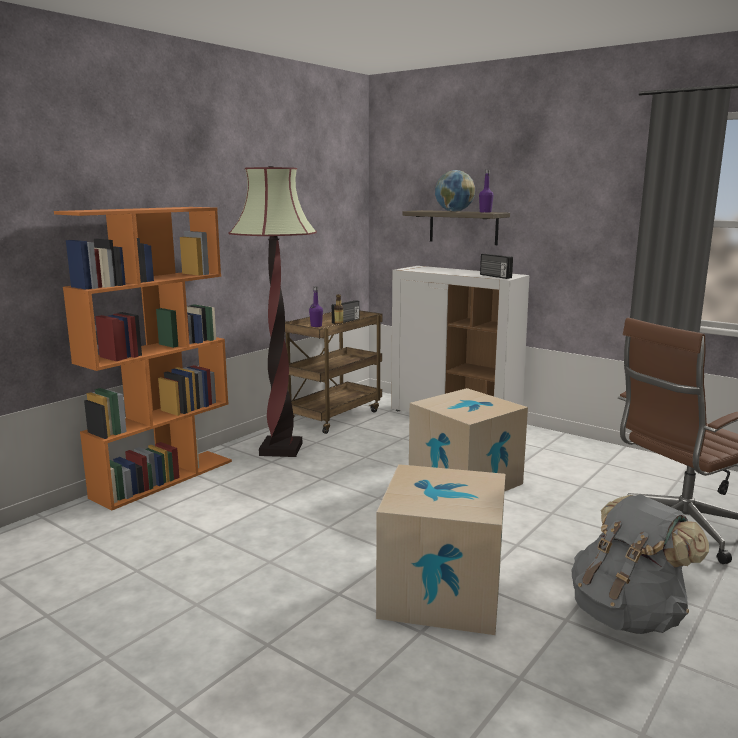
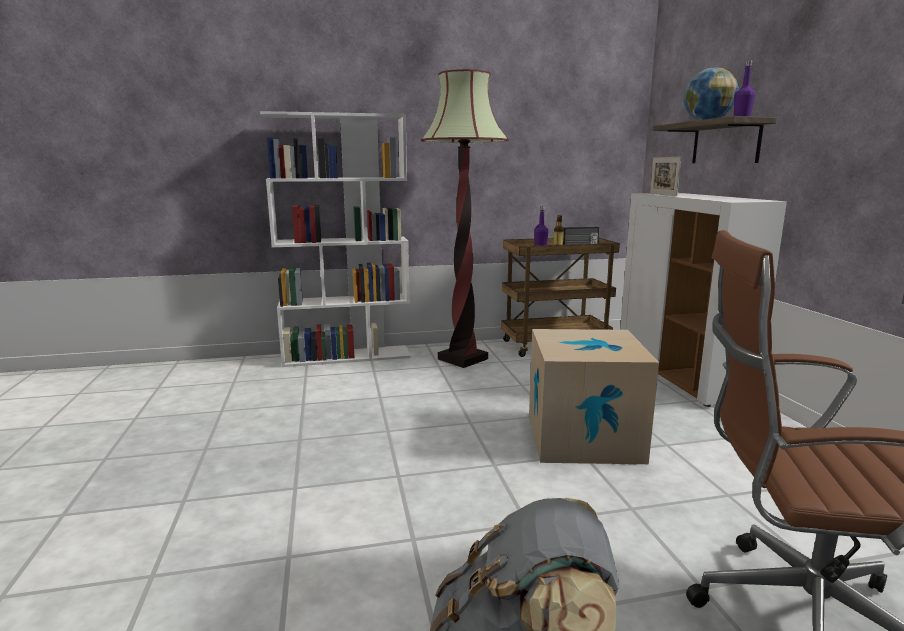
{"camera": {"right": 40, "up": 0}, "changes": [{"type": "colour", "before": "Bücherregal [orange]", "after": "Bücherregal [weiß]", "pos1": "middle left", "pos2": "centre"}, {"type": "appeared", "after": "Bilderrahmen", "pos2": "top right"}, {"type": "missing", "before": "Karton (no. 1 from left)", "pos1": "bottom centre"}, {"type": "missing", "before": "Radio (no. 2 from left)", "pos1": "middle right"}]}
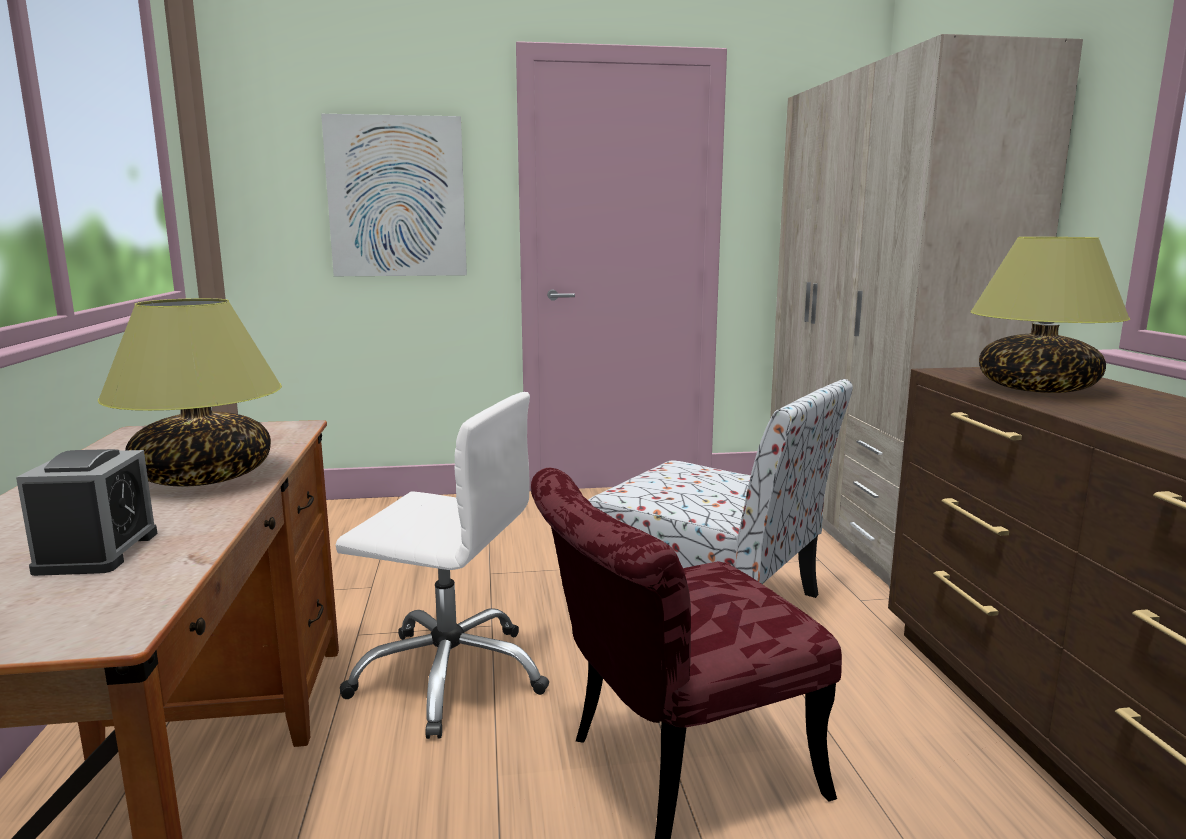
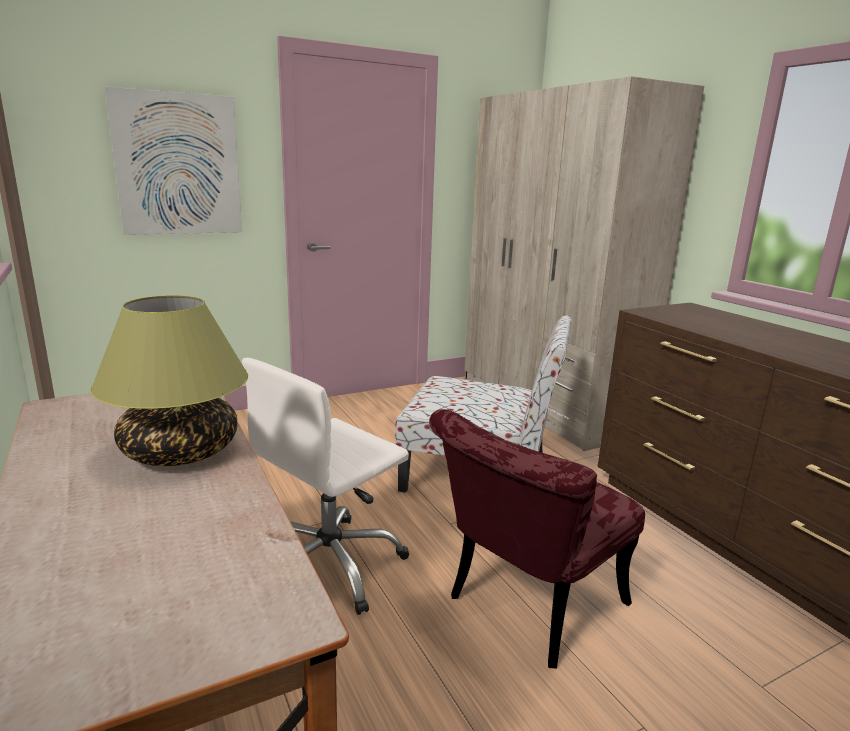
{"camera": {"right": -20, "up": 5}, "changes": [{"type": "spun", "before": "Bürostuhl [weiß]", "pos1": "bottom centre", "pos2": "centre", "turn": 135}, {"type": "missing", "before": "Wecker", "pos1": "middle left"}, {"type": "missing", "before": "Tischlampe (no. 2 from left)", "pos1": "middle right"}]}
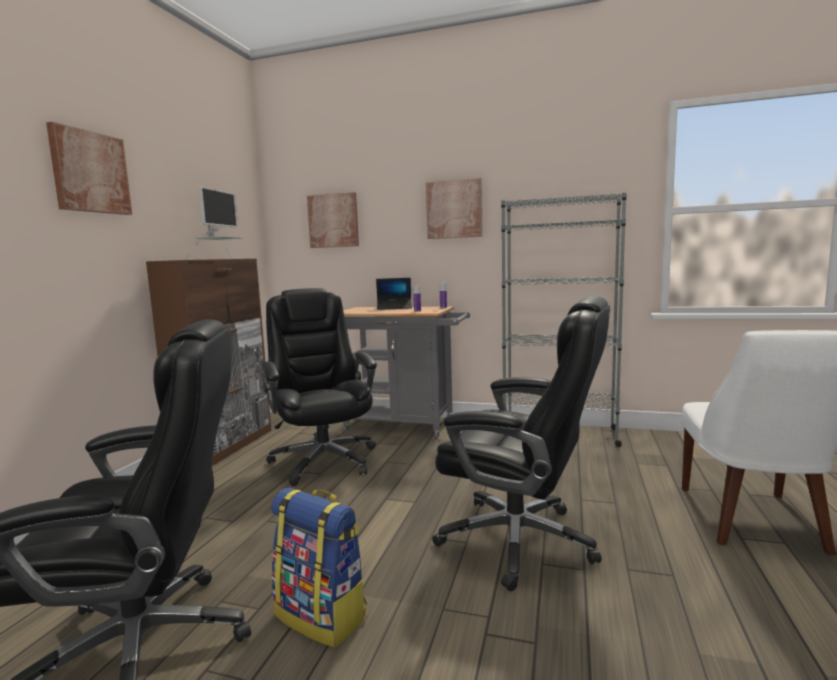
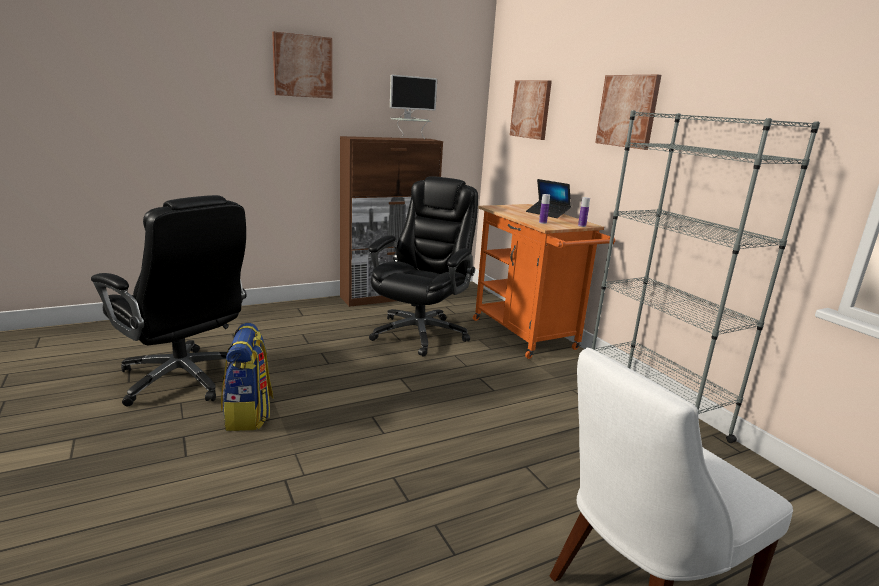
{"camera": {"right": 45, "up": 10}, "changes": [{"type": "colour", "before": "Rollwagen [grau]", "after": "Rollwagen [orange]", "pos1": "centre", "pos2": "centre"}, {"type": "missing", "before": "Bürostuhl [schwarz] (no. 3 from left)", "pos1": "centre"}]}
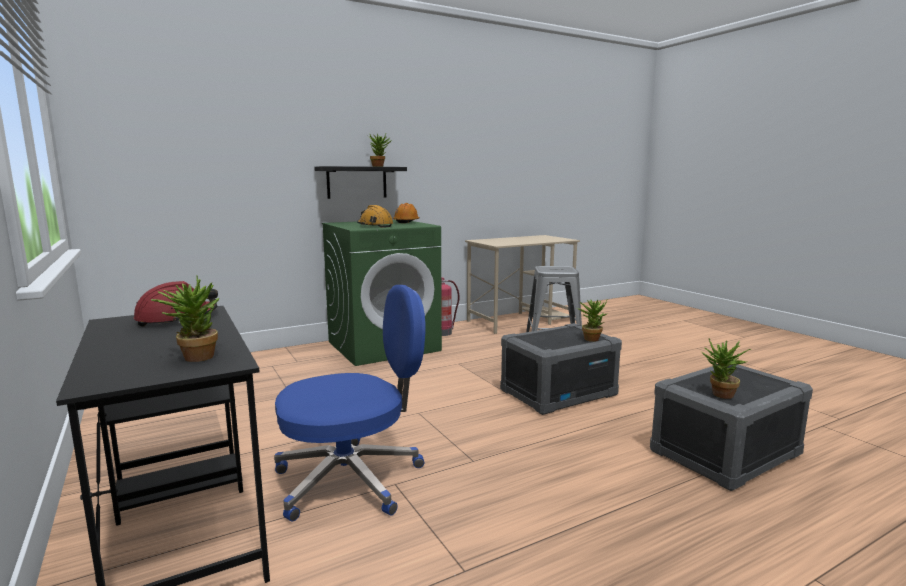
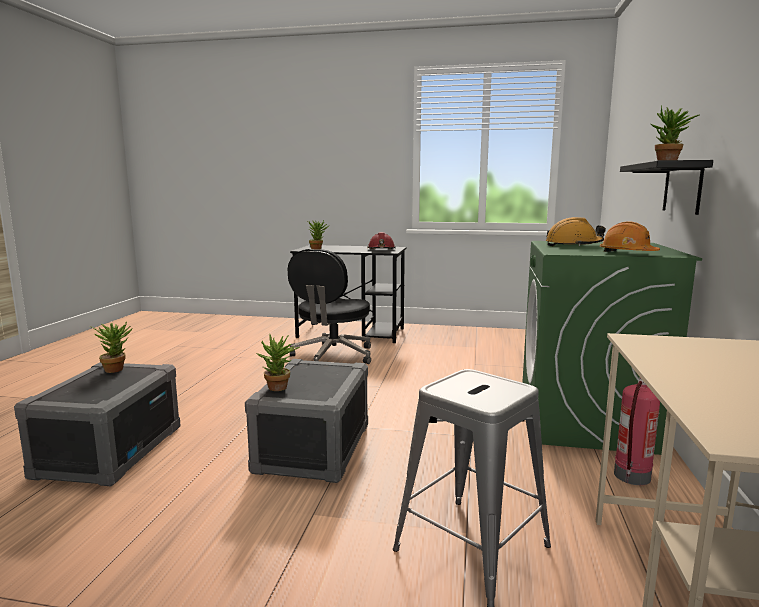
{"camera": {"right": 130, "up": 0}, "changes": [{"type": "colour", "before": "Bürostuhl [blau]", "after": "Bürostuhl [schwarz]", "pos1": "bottom centre", "pos2": "centre"}]}
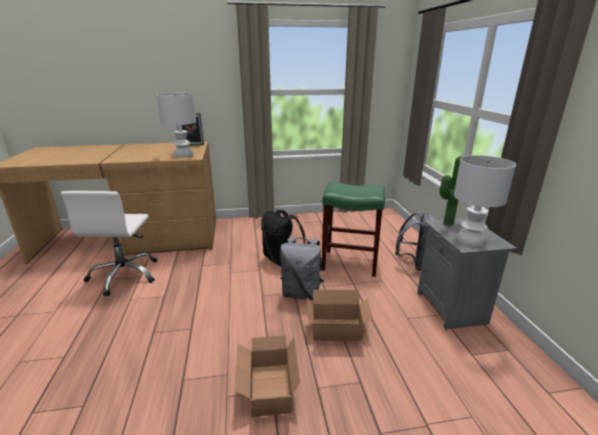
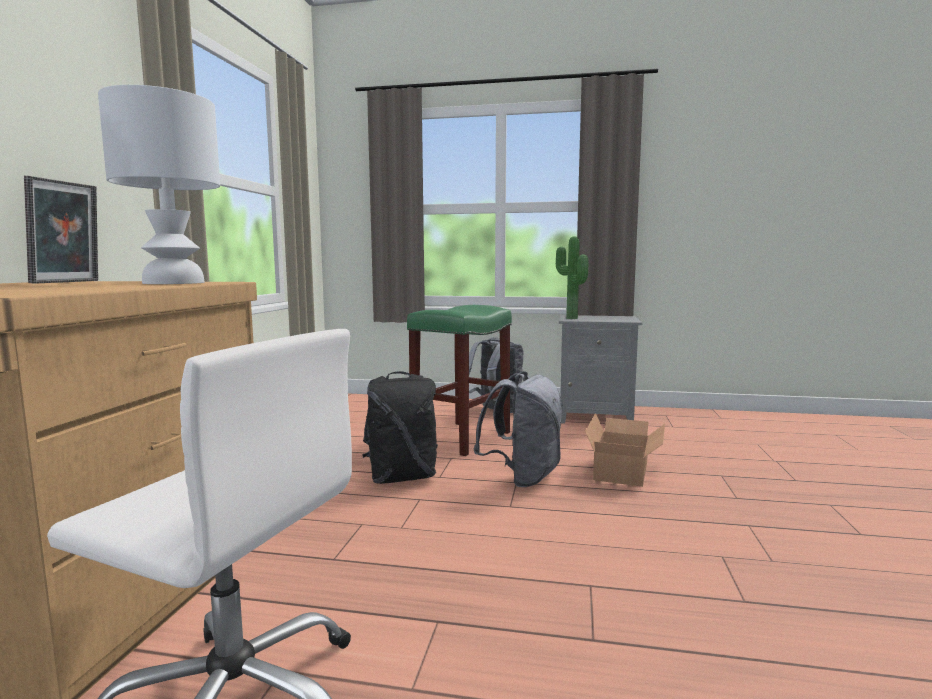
{"camera": {"right": -70, "up": -15}, "changes": [{"type": "missing", "before": "Karton (no. 1 from left)", "pos1": "bottom centre"}, {"type": "missing", "before": "Tischlampe [weiß] (no. 2 from left)", "pos1": "middle right"}]}
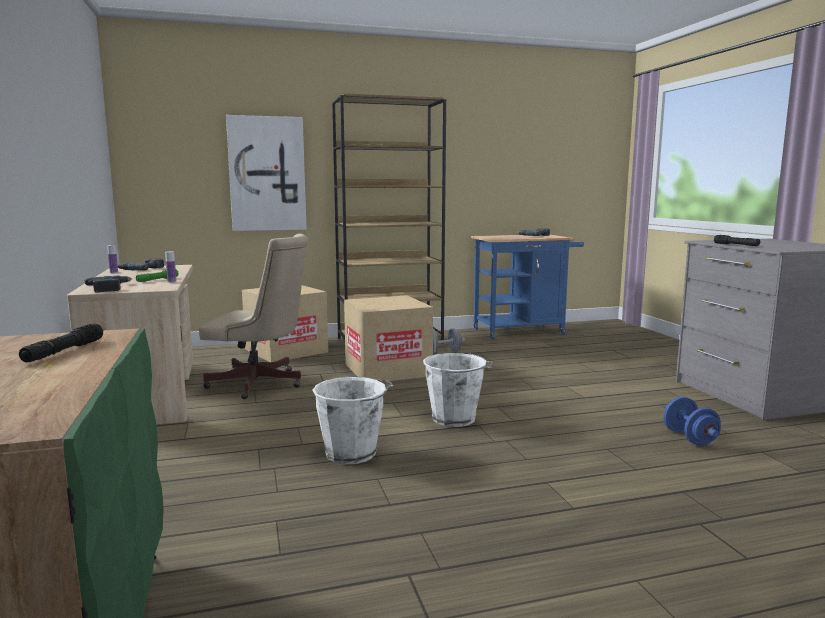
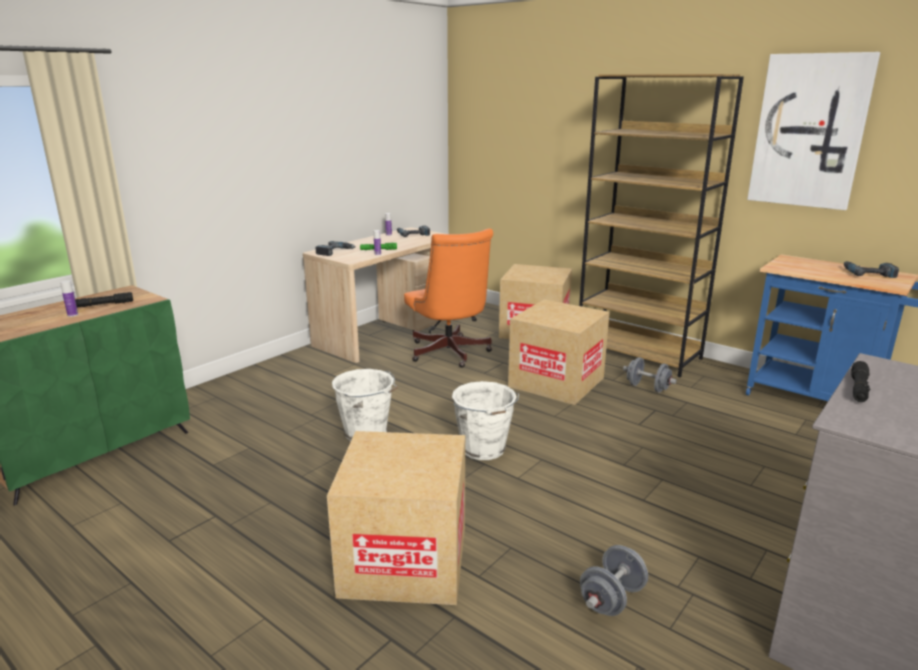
{"camera": {"right": 55, "up": 10}, "changes": [{"type": "appeared", "after": "Flasche (no. 1 from left)", "pos2": "middle left"}, {"type": "appeared", "after": "Karton (no. 1 from left)", "pos2": "bottom centre"}, {"type": "colour", "before": "Bürostuhl [beige]", "after": "Bürostuhl [orange]", "pos1": "middle left", "pos2": "centre"}, {"type": "colour", "before": "Hantel [blau]", "after": "Hantel [grau] (no. 1 from left)", "pos1": "bottom right", "pos2": "bottom right"}, {"type": "relocated", "before": "Bild", "pos1": "top left", "pos2": "top right"}]}
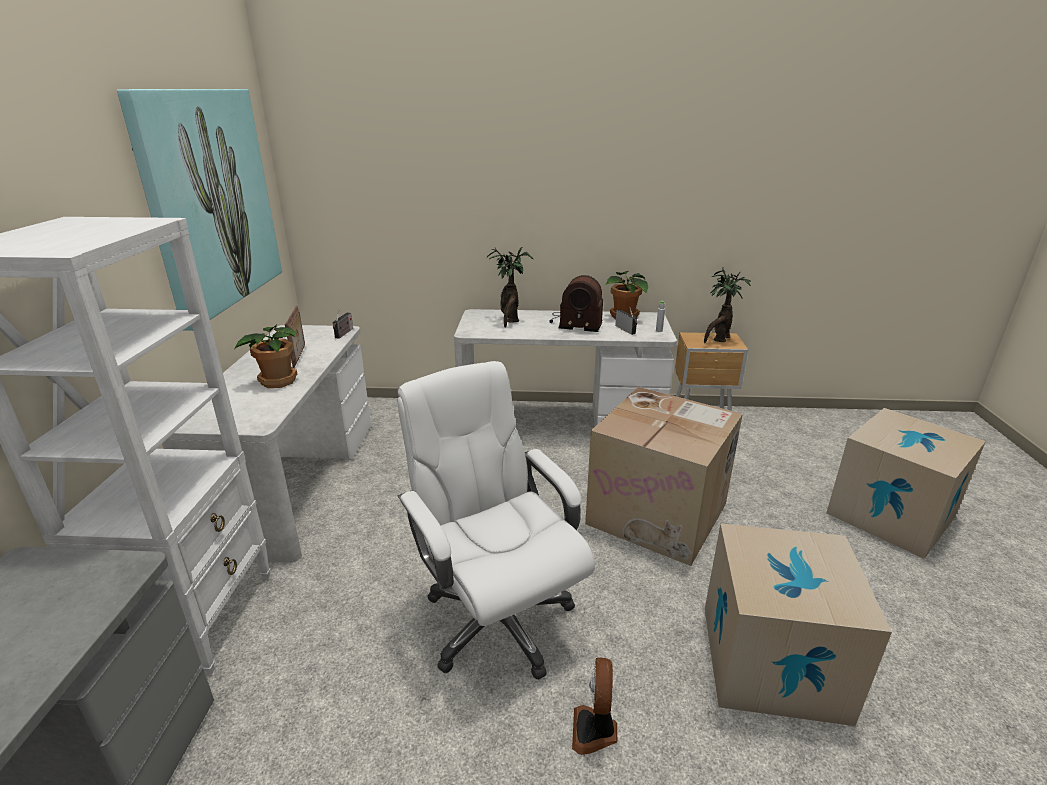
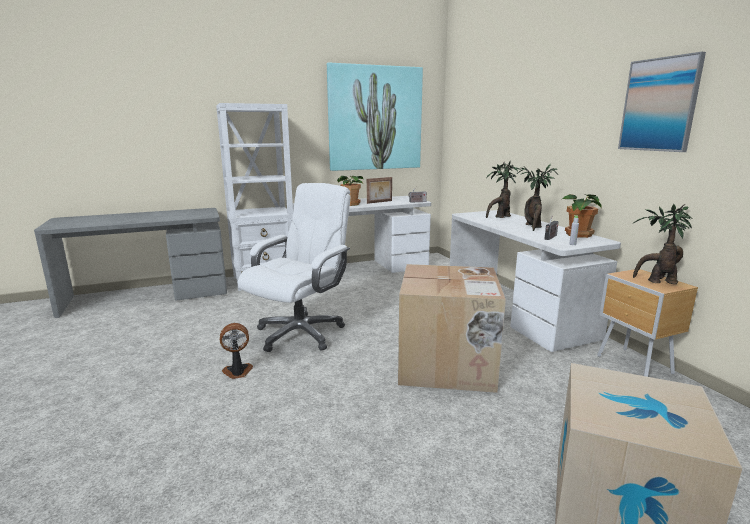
{"camera": {"right": 65, "up": -10}, "changes": [{"type": "exchanged", "before": "Radio (no. 2 from left)", "after": "Topfpflanze (no. 3 from left)", "pos1": "centre", "pos2": "middle right"}, {"type": "appeared", "after": "Bild (no. 2 from left)", "pos2": "top right"}, {"type": "missing", "before": "Karton (no. 2 from left)", "pos1": "bottom right"}]}
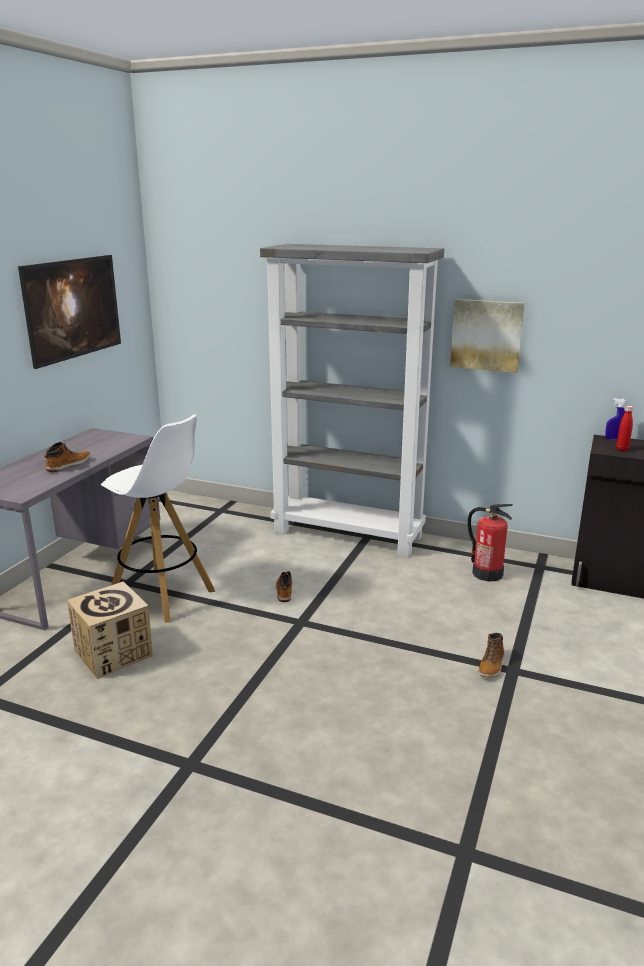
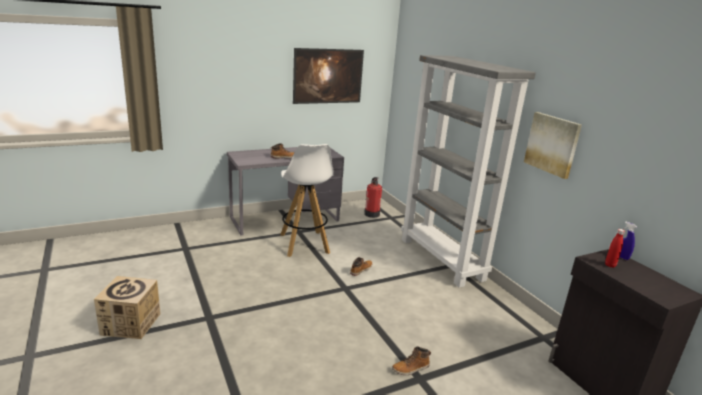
{"camera": {"right": 40, "up": 0}, "changes": [{"type": "relocated", "before": "Karton", "pos1": "middle left", "pos2": "bottom left"}, {"type": "relocated", "before": "Feuerlöscher", "pos1": "middle right", "pos2": "centre"}]}
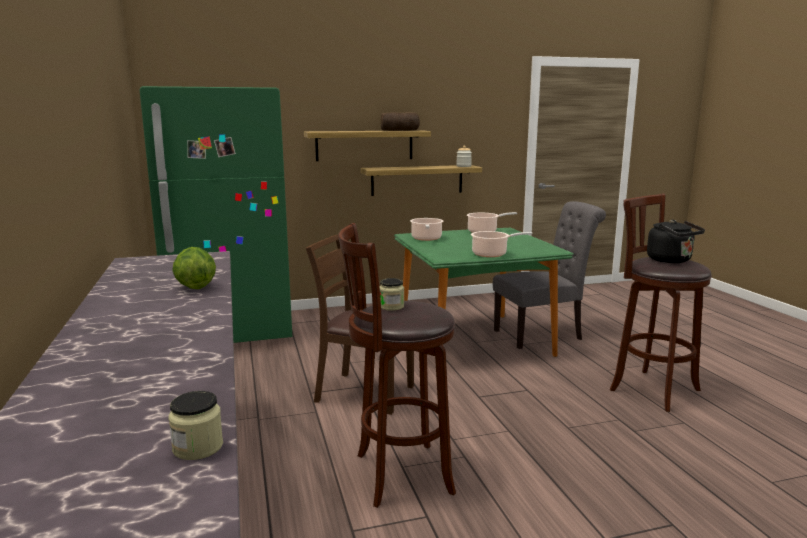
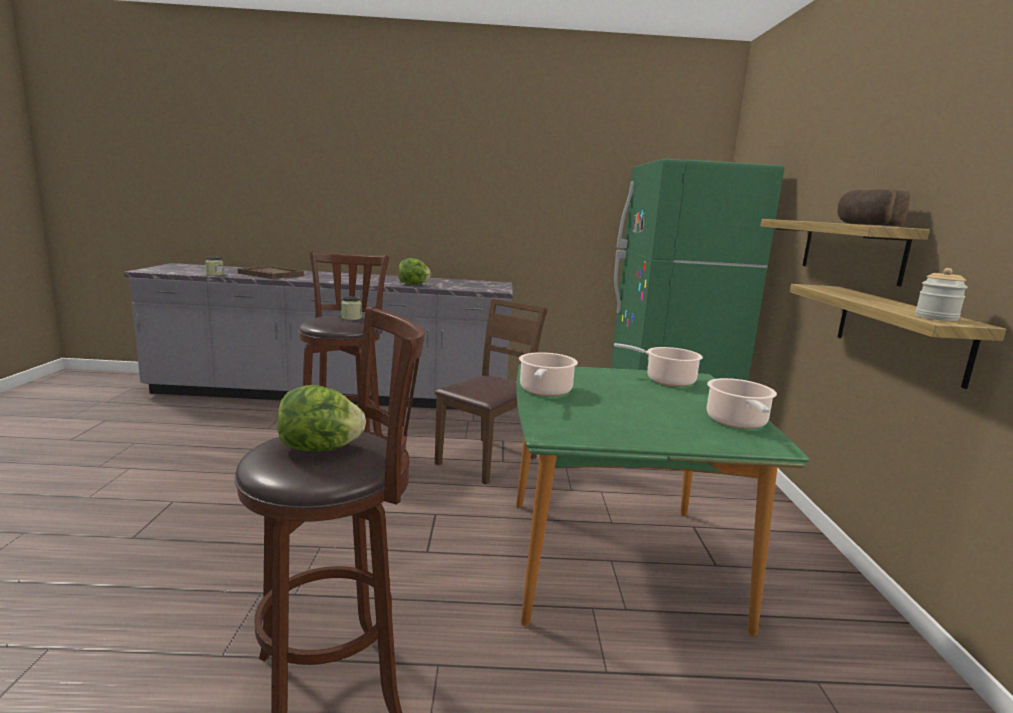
{"camera": {"right": 105, "up": 0}, "changes": [{"type": "appeared", "after": "Tablett [braun]", "pos2": "middle left"}, {"type": "exchanged", "before": "Wasserkessel [schwarz]", "after": "Salatkopf (no. 1 from left)", "pos1": "middle right", "pos2": "middle left"}, {"type": "missing", "before": "Stuhl [grau]", "pos1": "middle right"}]}
